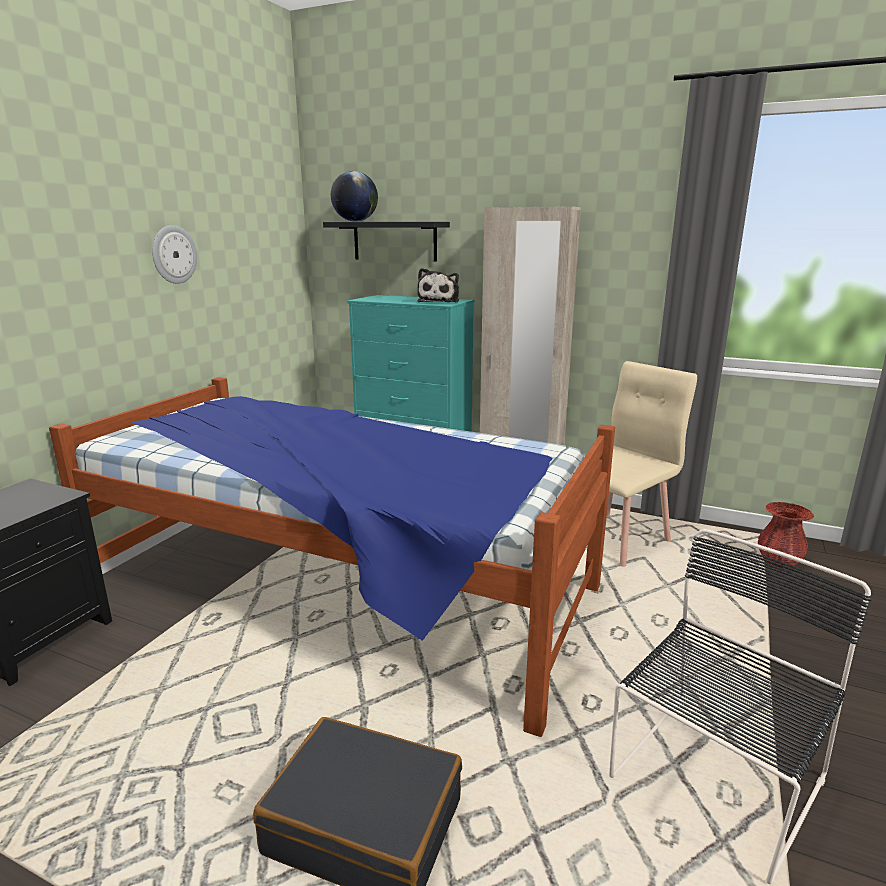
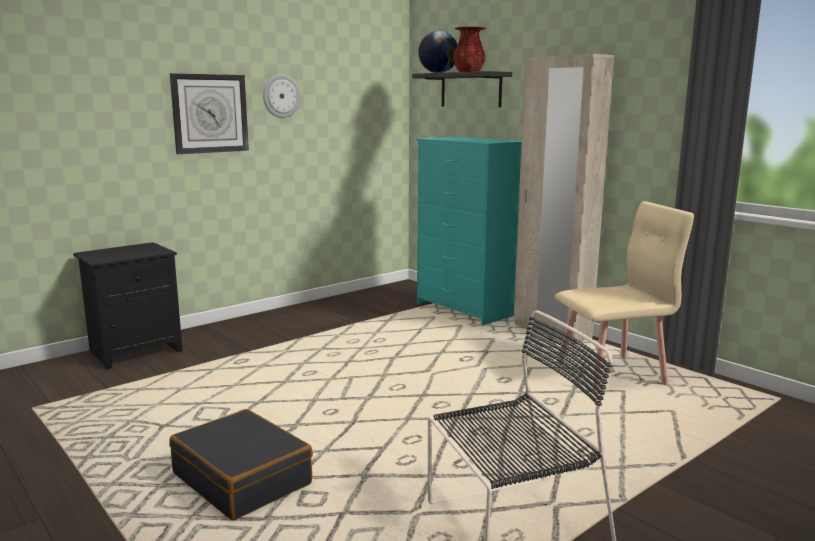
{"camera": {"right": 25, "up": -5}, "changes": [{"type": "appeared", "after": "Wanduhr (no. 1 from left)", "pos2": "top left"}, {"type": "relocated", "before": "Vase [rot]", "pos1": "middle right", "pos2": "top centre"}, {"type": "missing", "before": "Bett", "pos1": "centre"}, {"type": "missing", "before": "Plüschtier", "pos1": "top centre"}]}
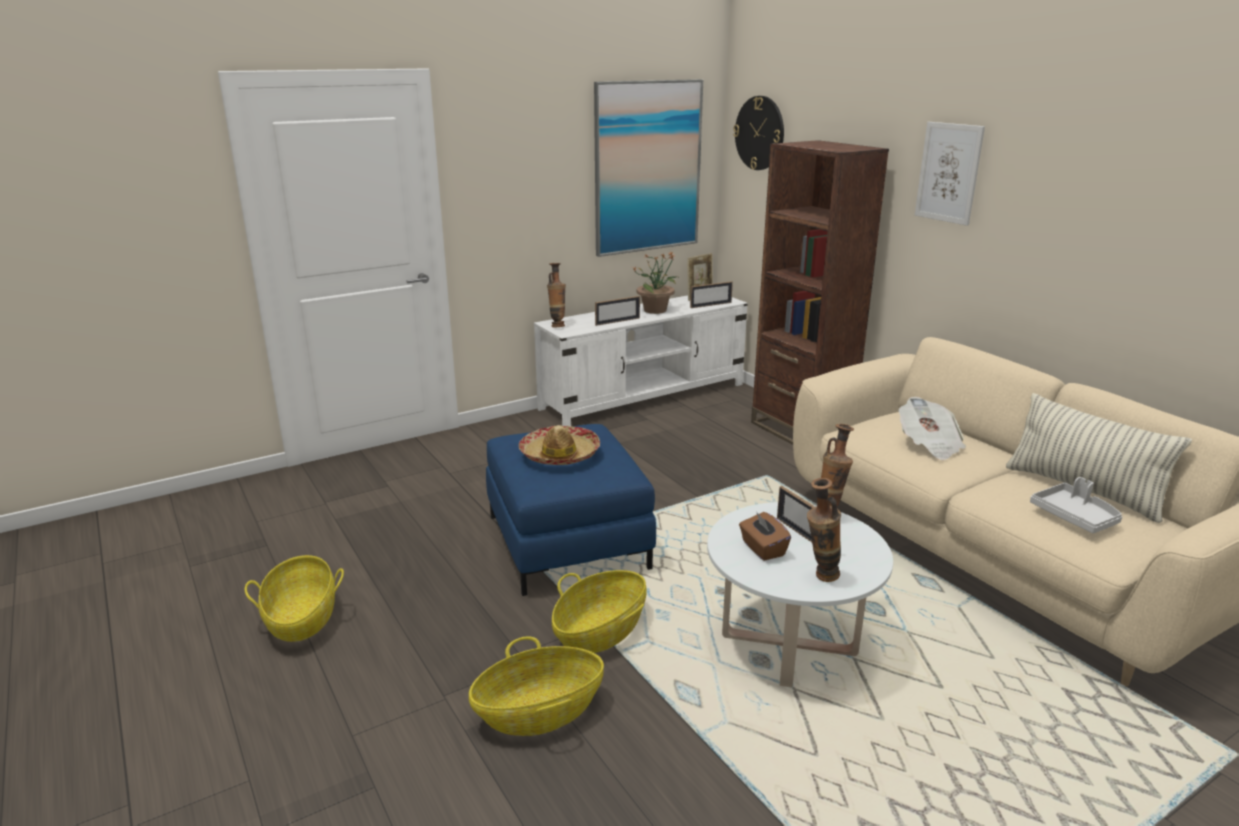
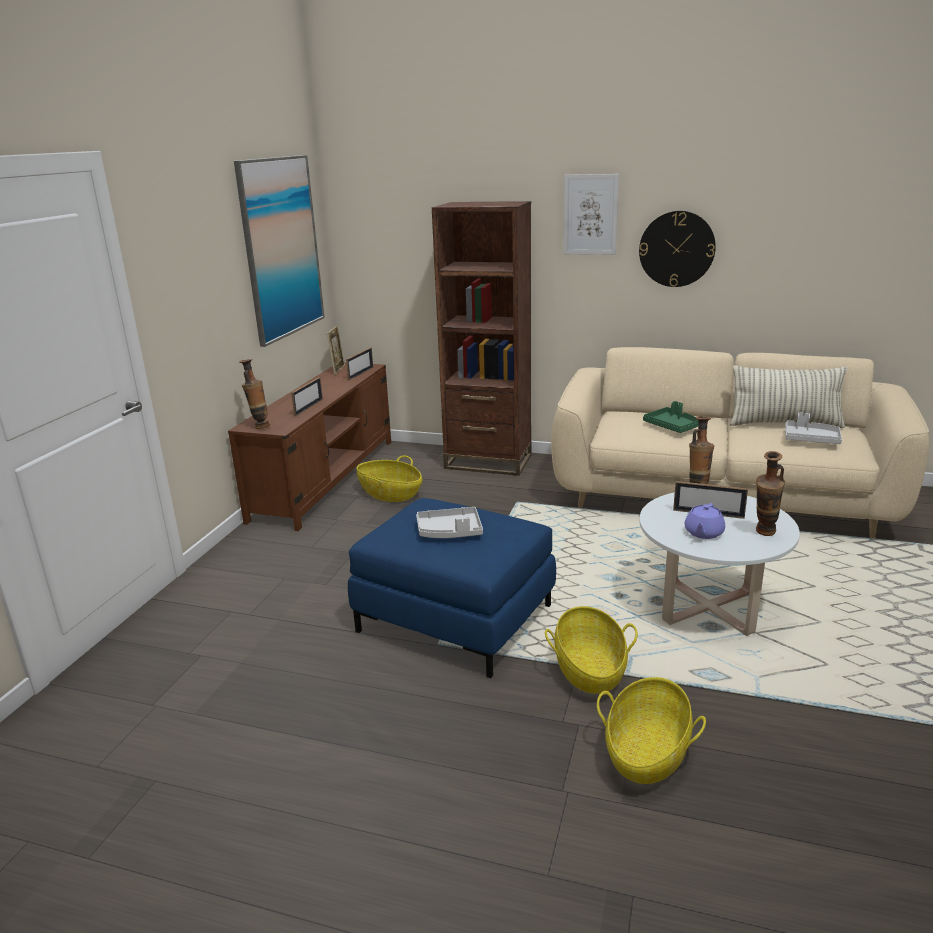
{"camera": {"right": -40, "up": 0}, "changes": [{"type": "colour", "before": "Fernsehschrank [weiß]", "after": "Fernsehschrank [braun]", "pos1": "centre", "pos2": "middle left"}, {"type": "relocated", "before": "Korb (no. 1 from left)", "pos1": "bottom left", "pos2": "centre"}, {"type": "exchanged", "before": "Hut", "after": "Tablett [grau] (no. 1 from left)", "pos1": "centre", "pos2": "centre"}, {"type": "relocated", "before": "Wanduhr", "pos1": "top centre", "pos2": "top right"}, {"type": "exchanged", "before": "Zeitung", "after": "Tablett [grün]", "pos1": "middle right", "pos2": "middle right"}, {"type": "exchanged", "before": "Taschentuchbox [braun]", "after": "Teekanne [lila]", "pos1": "centre", "pos2": "middle right"}, {"type": "missing", "before": "Topfpflanze", "pos1": "centre"}]}
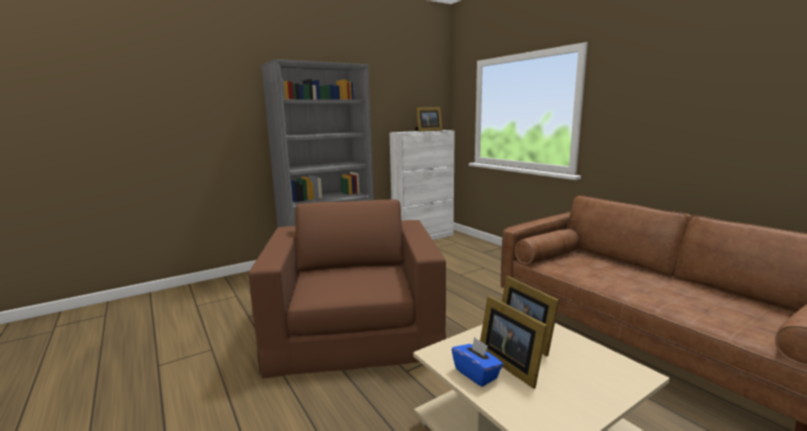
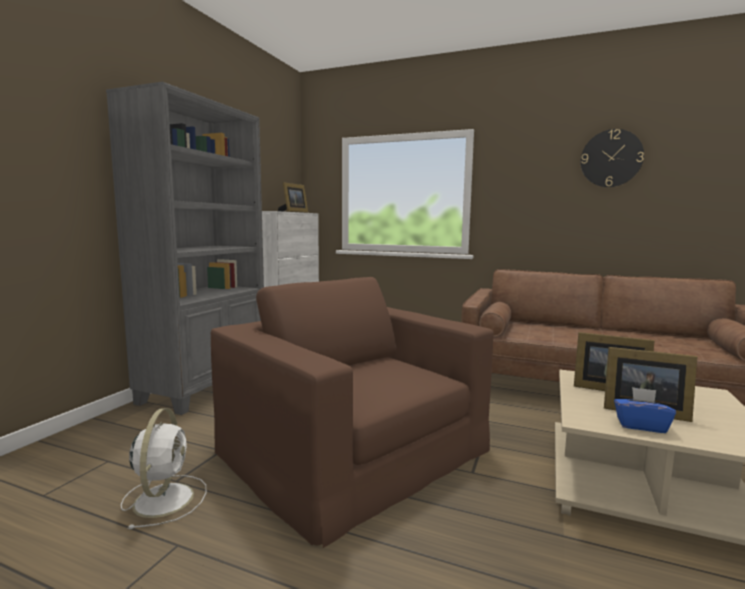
{"camera": {"right": -35, "up": -5}, "changes": [{"type": "appeared", "after": "Ventilator [weiß]", "pos2": "bottom left"}, {"type": "appeared", "after": "Wanduhr", "pos2": "top right"}]}
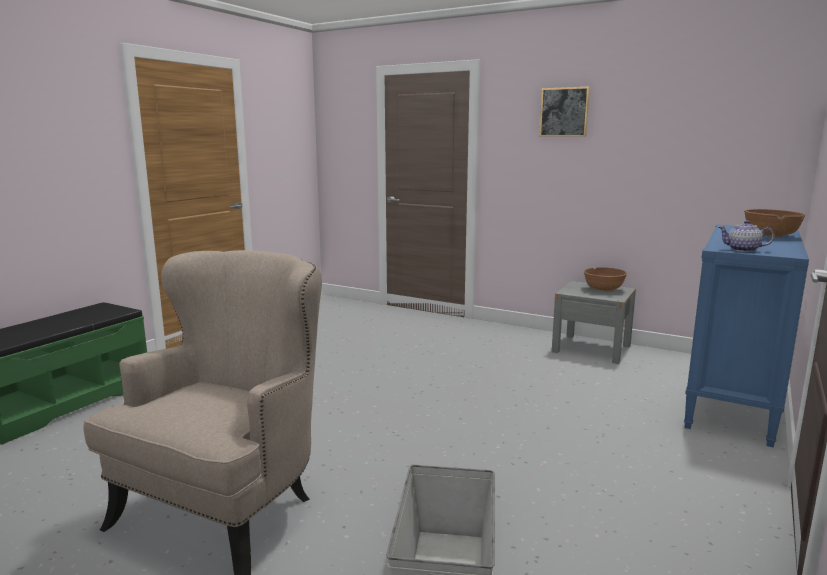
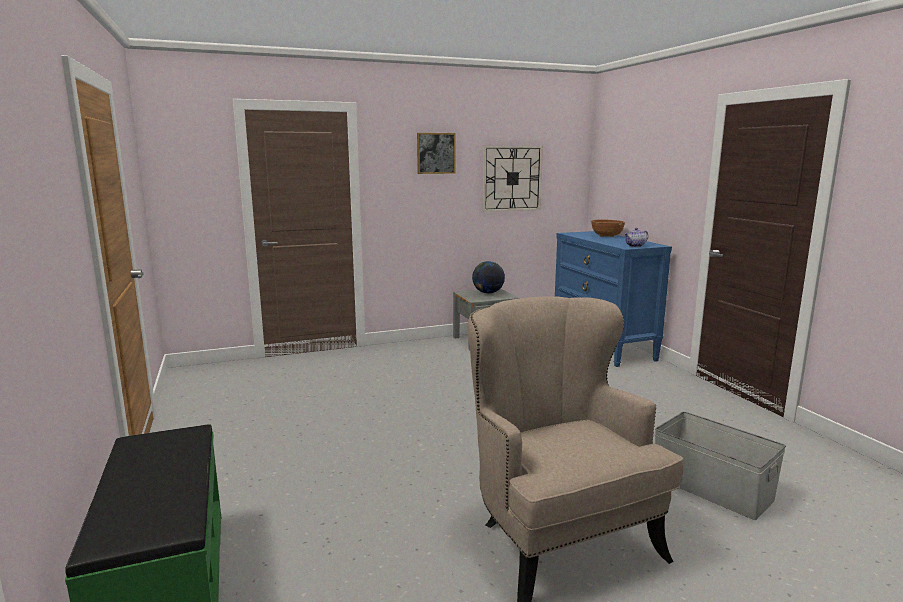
{"camera": {"right": -50, "up": 0}, "changes": [{"type": "exchanged", "before": "Schüssel [braun] (no. 1 from left)", "after": "Globus", "pos1": "middle right", "pos2": "centre"}, {"type": "appeared", "after": "Wanduhr", "pos2": "top centre"}]}
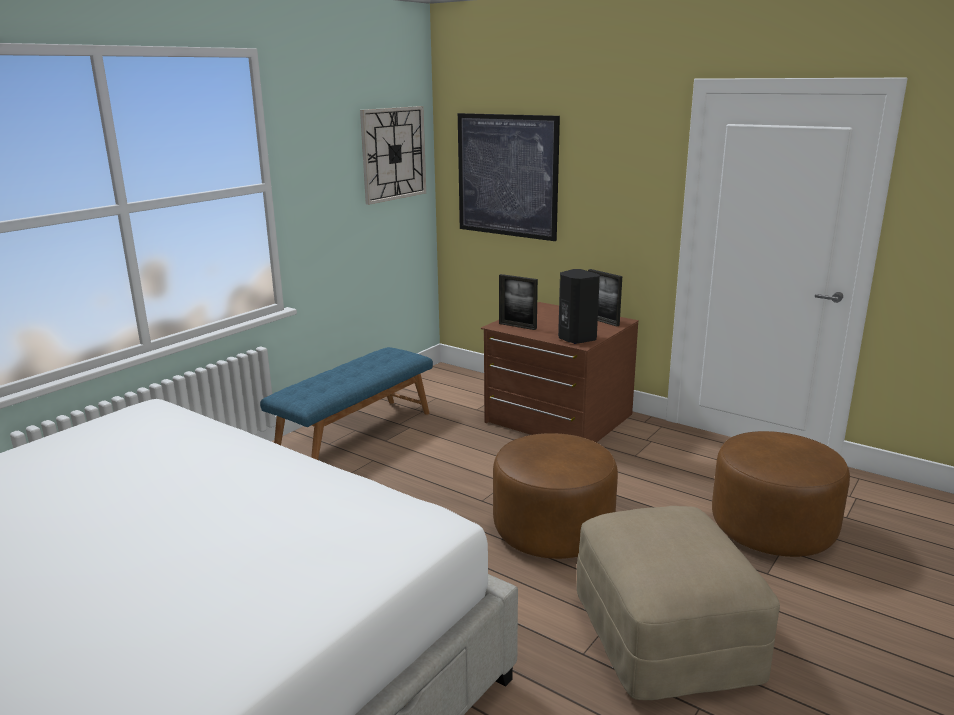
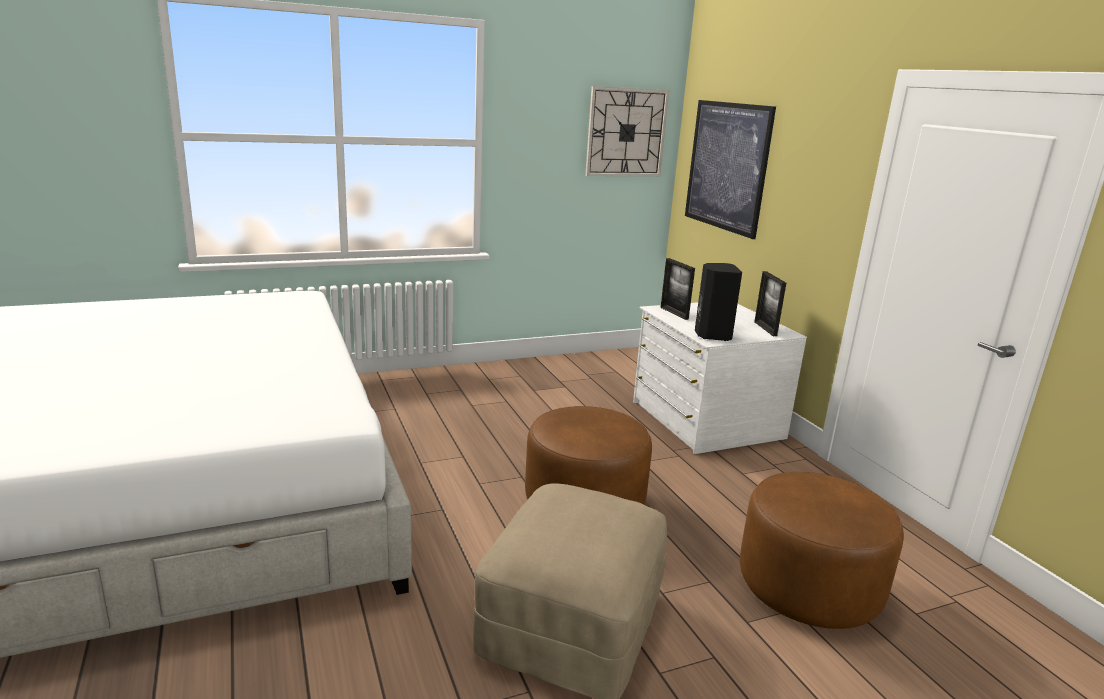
{"camera": {"right": 30, "up": 0}, "changes": [{"type": "colour", "before": "Kommode [braun]", "after": "Kommode [weiß]", "pos1": "centre", "pos2": "centre"}, {"type": "missing", "before": "Bank [blau]", "pos1": "centre"}]}
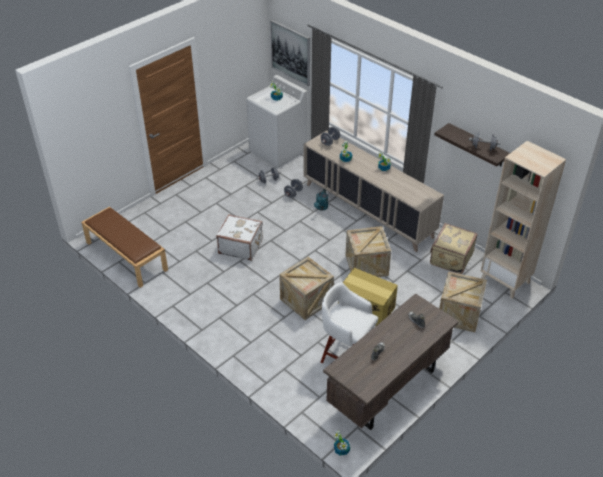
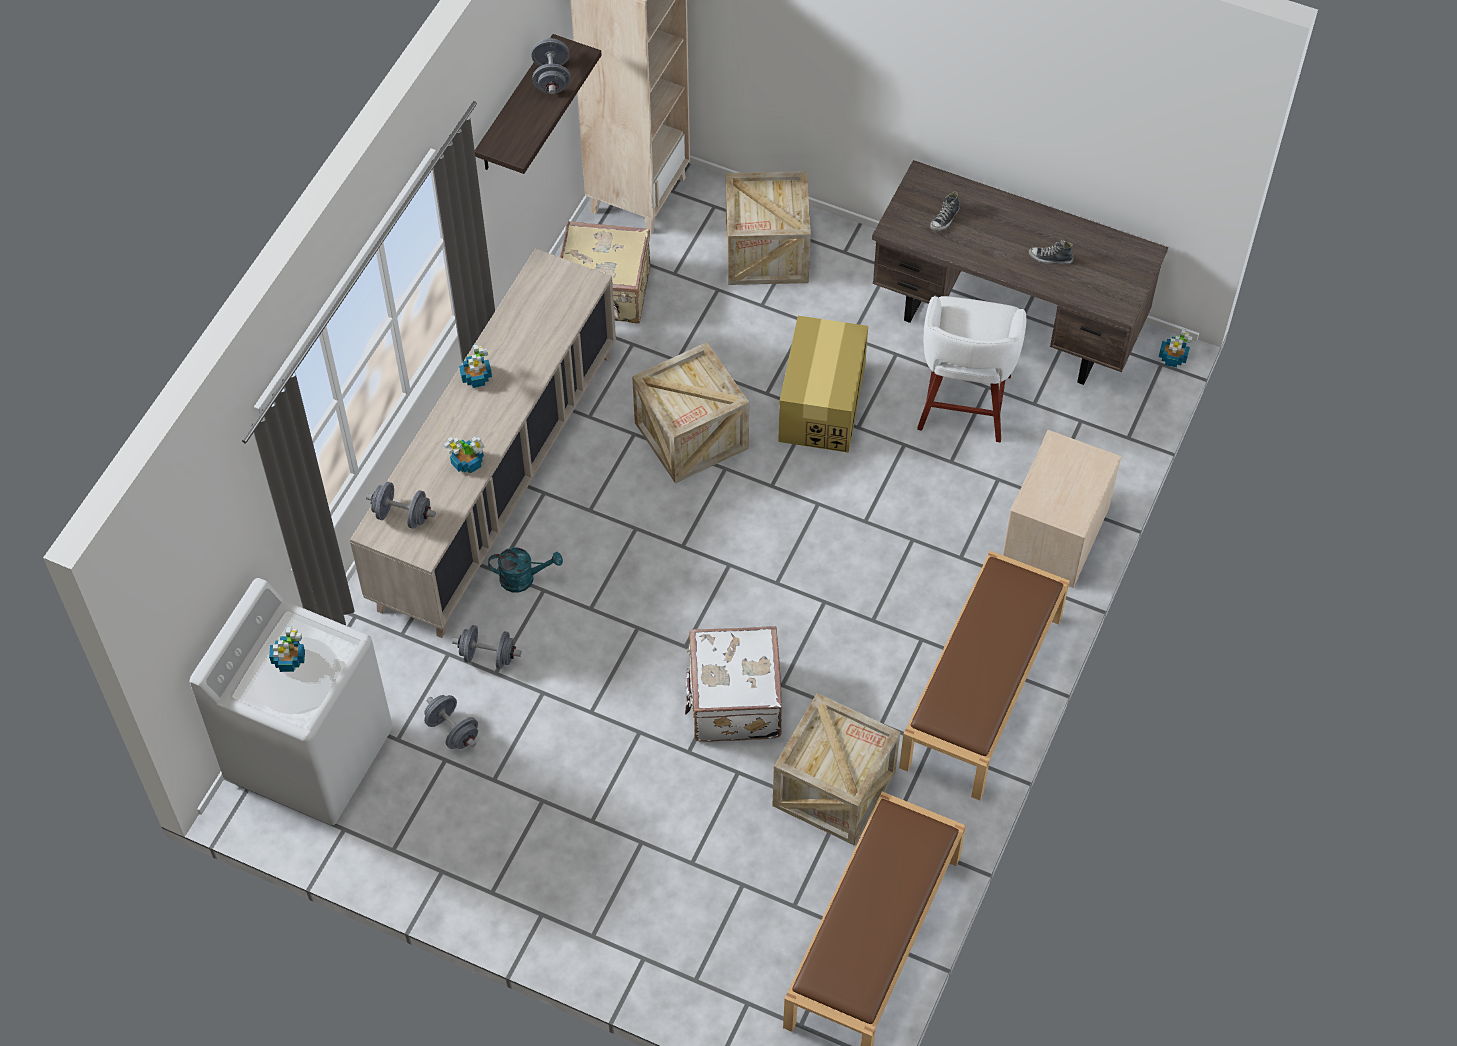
{"camera": {"right": -110, "up": 15}, "changes": [{"type": "relocated", "before": "Kiste (no. 1 from left in the first image)", "after": "Kiste (no. 3 from left)", "pos1": "centre", "pos2": "bottom centre"}, {"type": "appeared", "after": "Bank [braun] (no. 2 from left)", "pos2": "middle right"}, {"type": "appeared", "after": "Nachttisch [beige]", "pos2": "middle right"}, {"type": "missing", "before": "Bild", "pos1": "top centre"}]}
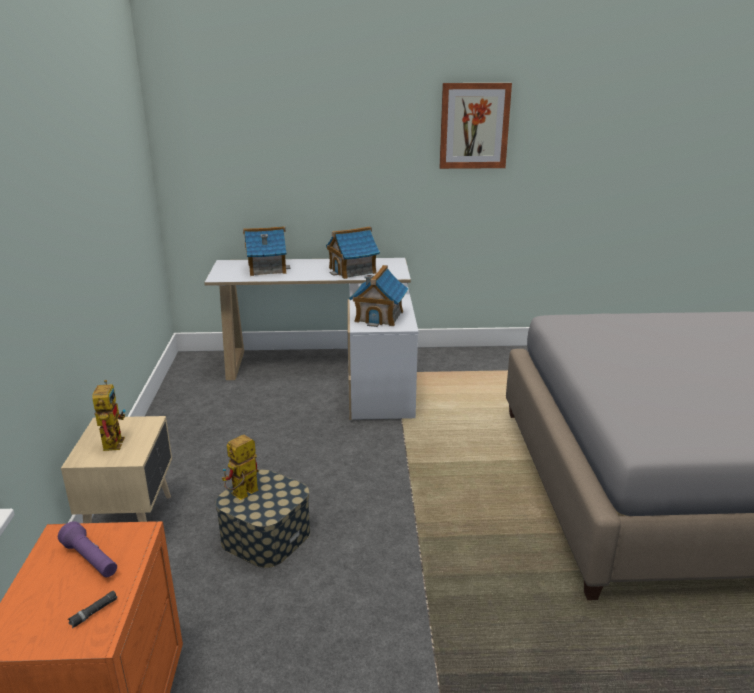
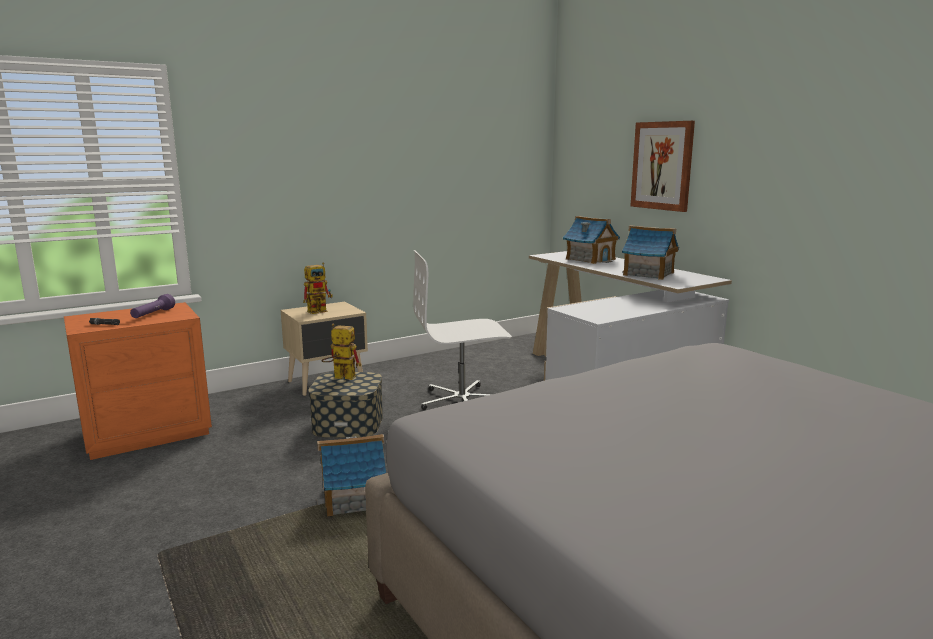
{"camera": {"right": 60, "up": -10}, "changes": [{"type": "relocated", "before": "Spielzeughaus (no. 3 from left in the first image)", "after": "Spielzeughaus (no. 1 from left)", "pos1": "centre", "pos2": "bottom centre"}, {"type": "appeared", "after": "Bürostuhl [weiß]", "pos2": "centre"}, {"type": "relocated", "before": "Bild", "pos1": "top centre", "pos2": "top right"}]}
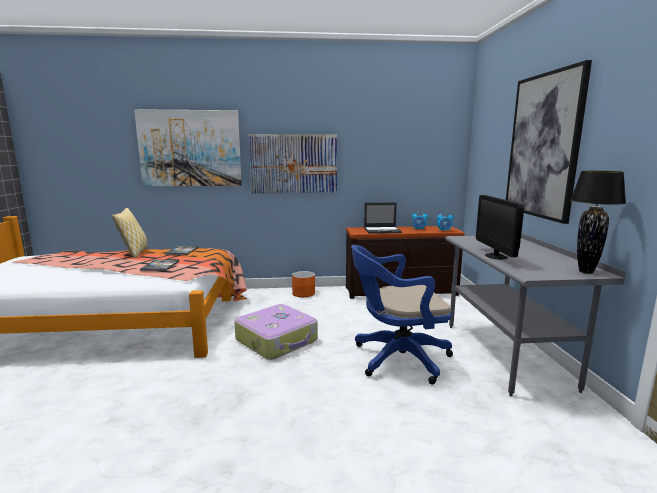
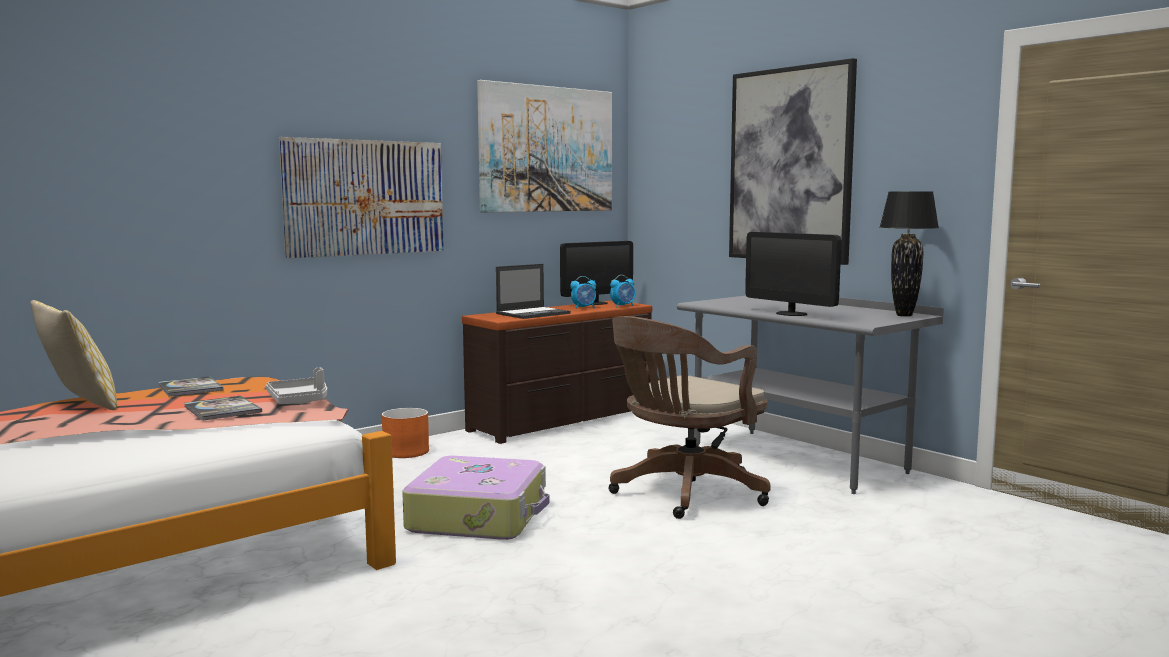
{"camera": {"right": -35, "up": -5}, "changes": [{"type": "appeared", "after": "Tablett [grau]", "pos2": "middle left"}, {"type": "relocated", "before": "Bild (no. 1 from left in the first image)", "after": "Bild (no. 2 from left)", "pos1": "top left", "pos2": "top centre"}, {"type": "appeared", "after": "Monitor (no. 1 from left)", "pos2": "centre"}, {"type": "colour", "before": "Bürostuhl [blau]", "after": "Bürostuhl [braun]", "pos1": "centre", "pos2": "centre"}]}
